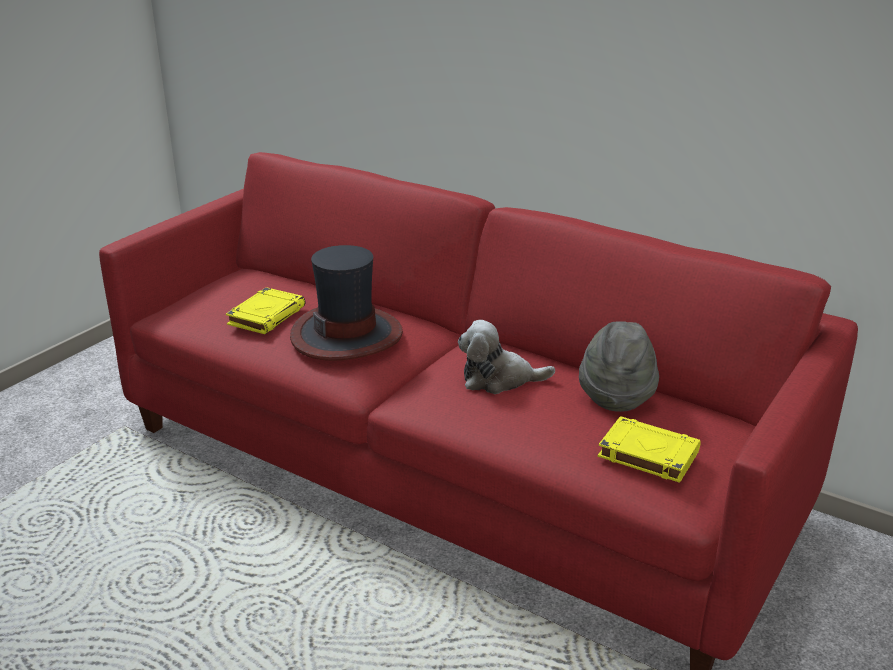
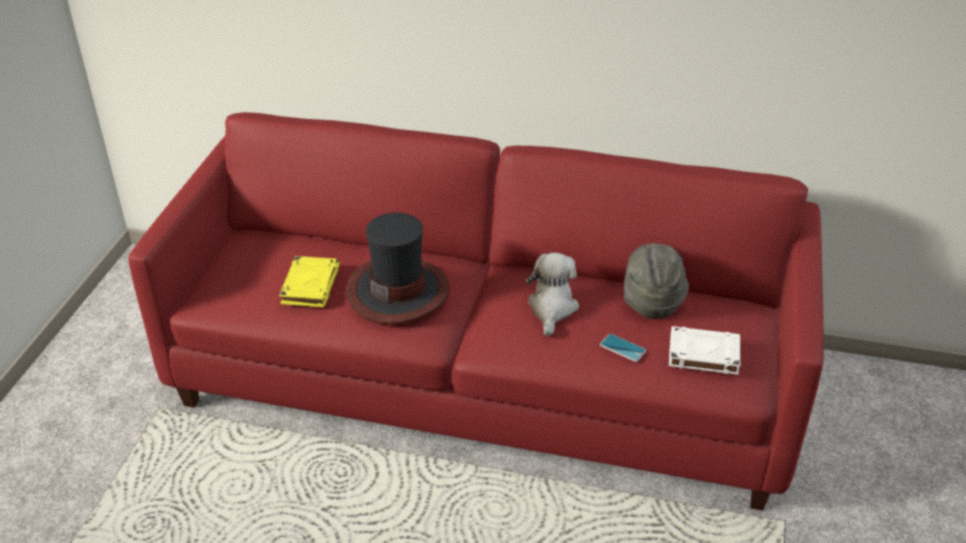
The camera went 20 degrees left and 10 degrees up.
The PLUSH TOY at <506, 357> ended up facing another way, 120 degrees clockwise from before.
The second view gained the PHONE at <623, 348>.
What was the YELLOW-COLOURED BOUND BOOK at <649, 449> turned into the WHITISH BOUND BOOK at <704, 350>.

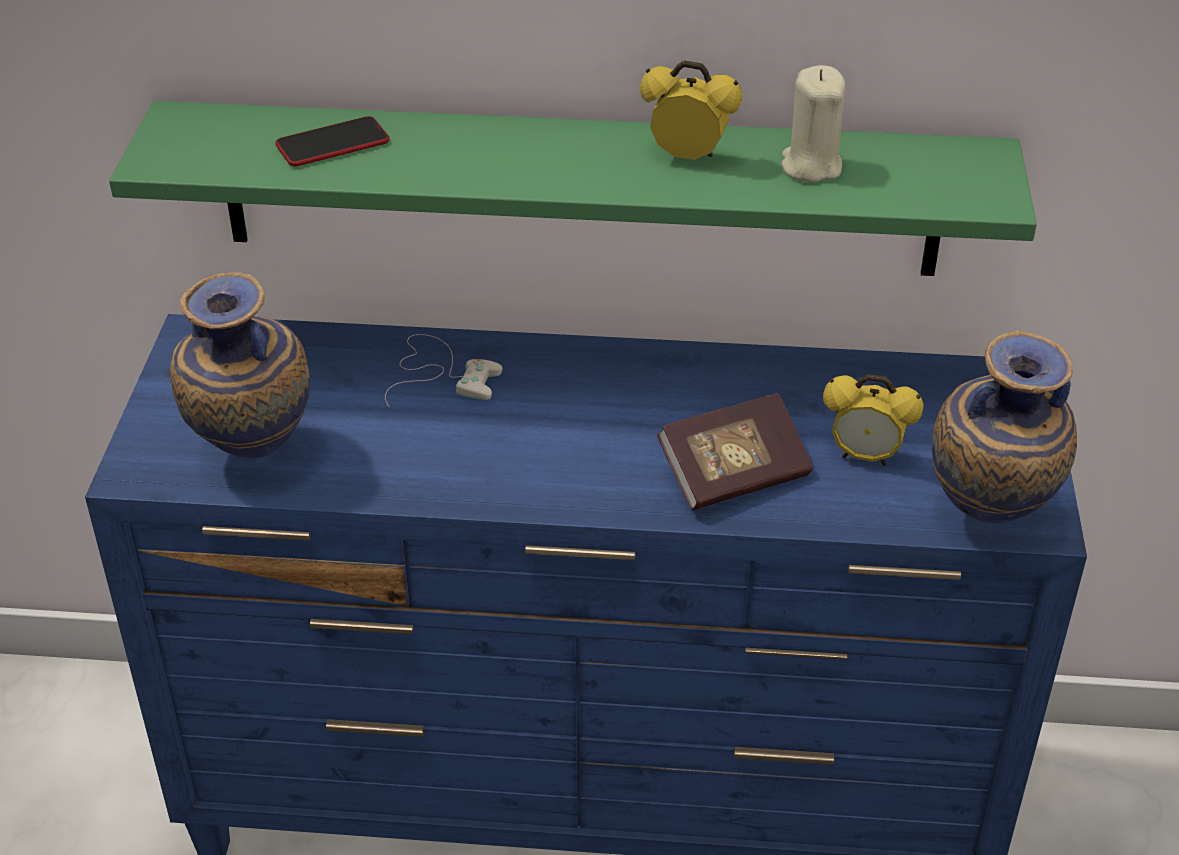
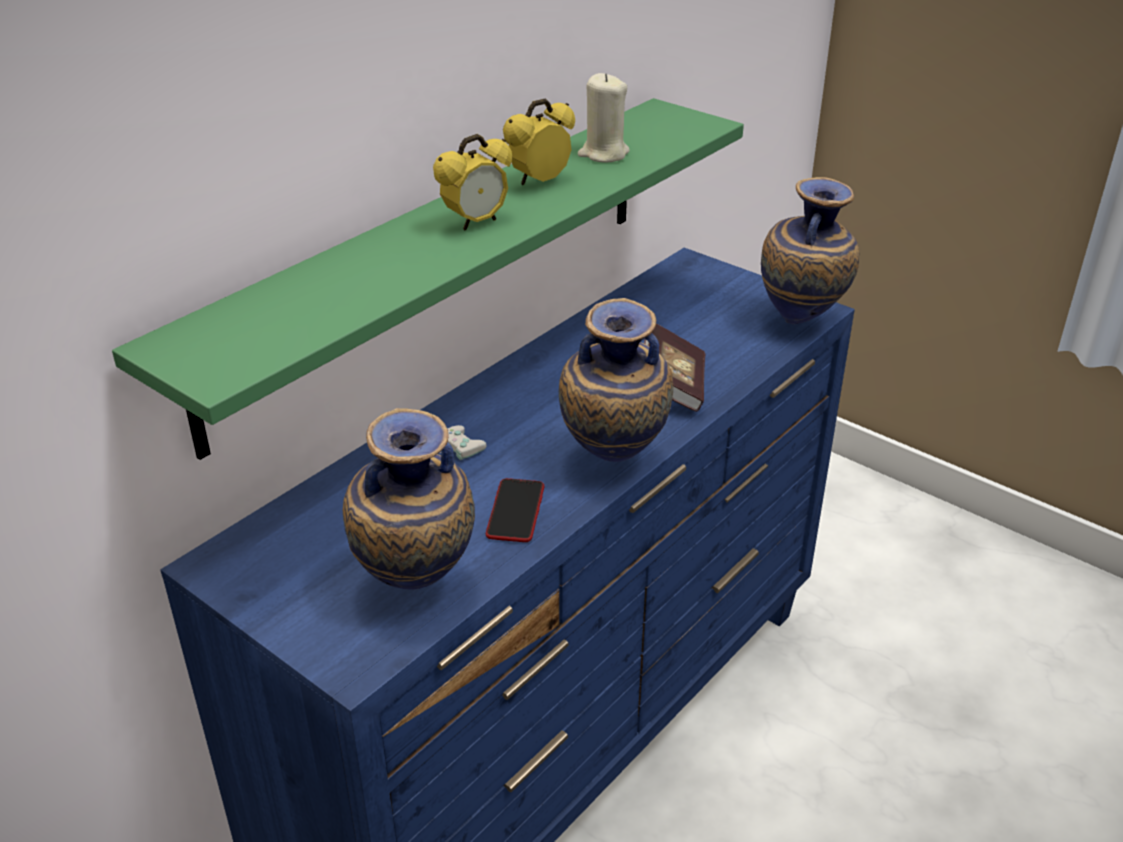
The camera went 55 degrees left and 5 degrees down.
The ALARM CLOCK ended up elsewhere, having gone from <873, 420> to <472, 182>.
The PHONE ended up elsewhere, having gone from <332, 141> to <515, 510>.
The second view gained the DECORATIVE VASE at <616, 380>.

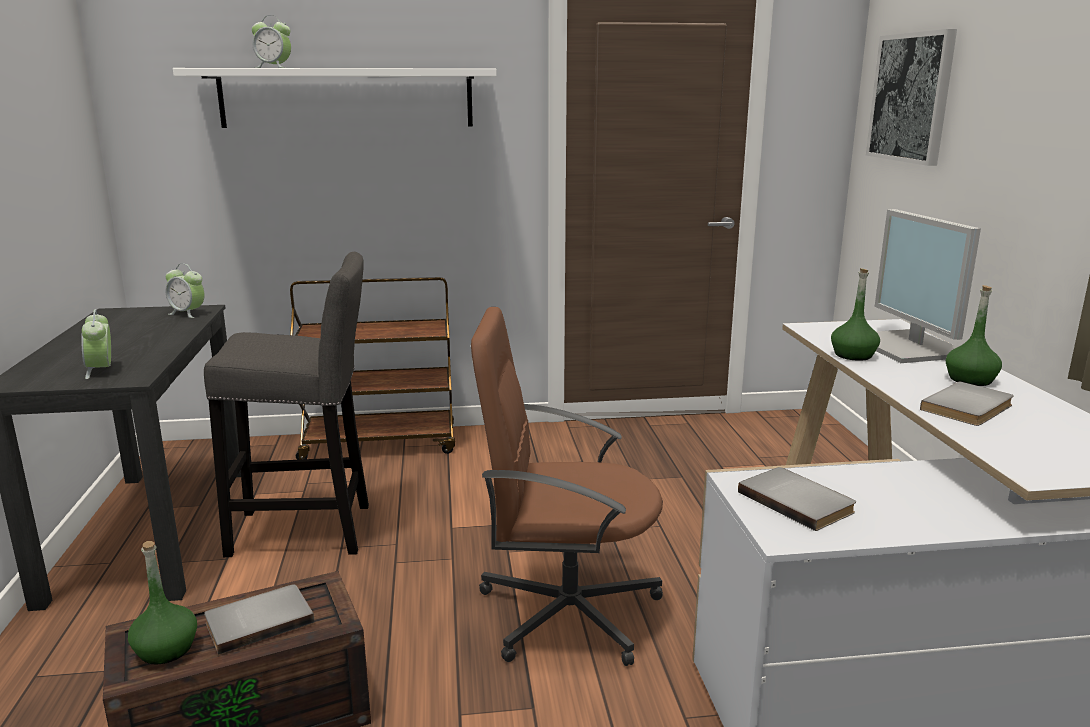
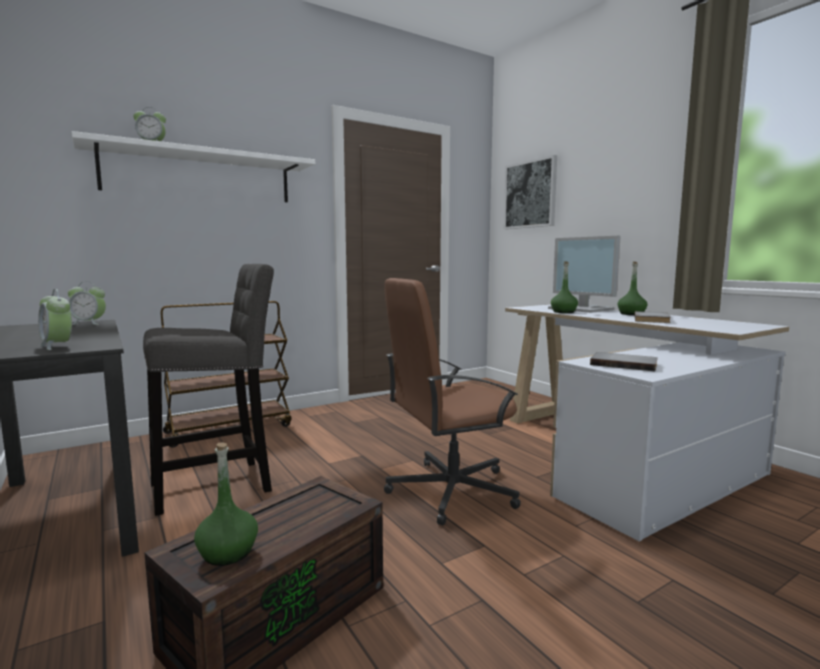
The camera went 25 degrees left and 10 degrees down.
The second view lost the GRAY BOUND BOOK at <259, 619>.

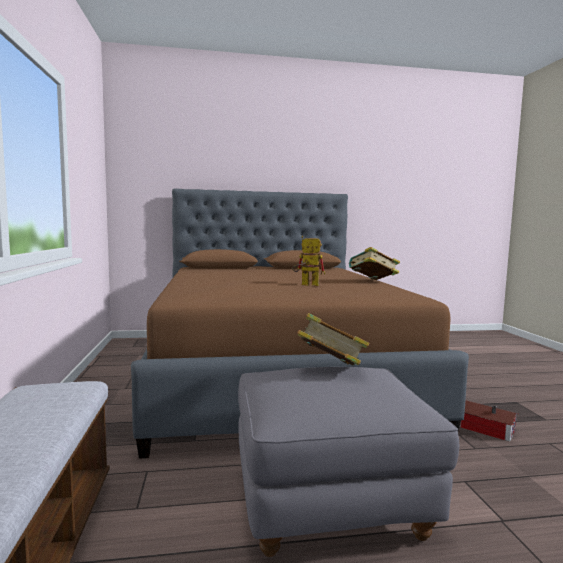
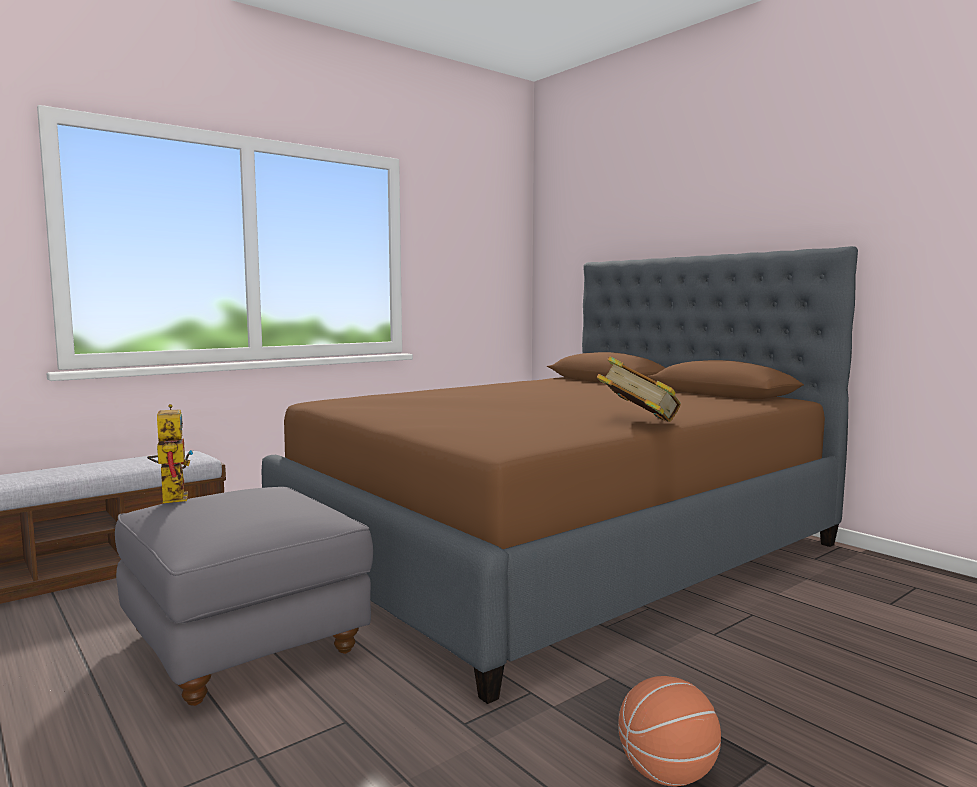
The camera went 60 degrees right and 0 degrees up.
The MODEL ROBOT ended up elsewhere, having gone from <308, 261> to <170, 453>.
The second view gained the BALL FOR BASKETBALL at <669, 731>.
The second view lost the BOUND BOOK at <333, 339>.
The second view lost the MODEL HOUSE at <489, 421>.

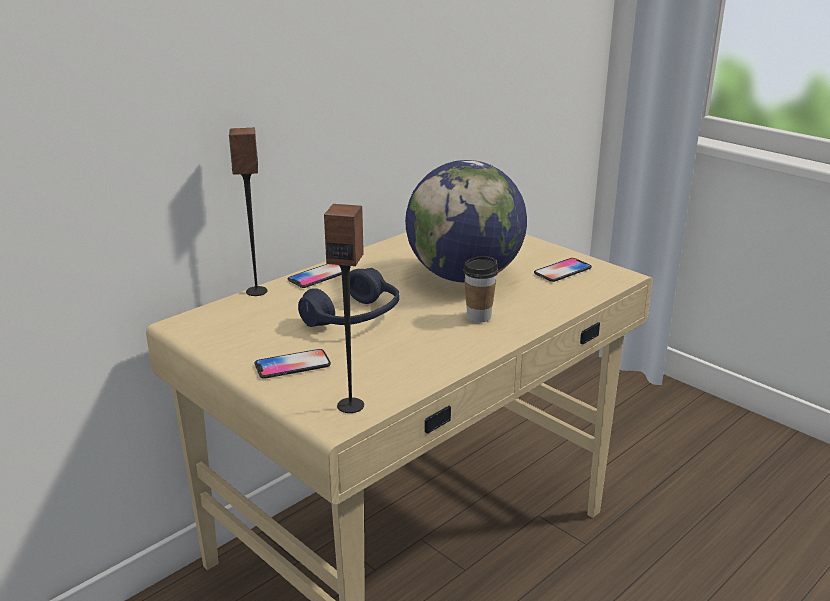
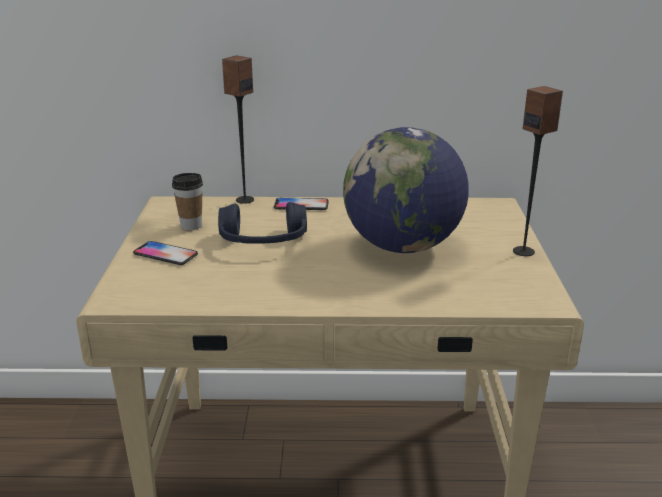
The camera went 45 degrees right and 0 degrees up.
The DRINKING CUP ended up elsewhere, having gone from <480, 289> to <187, 201>.
The SPEAKER ended up elsewhere, having gone from <344, 308> to <538, 171>.
The second view lost the PHONE at <563, 270>.

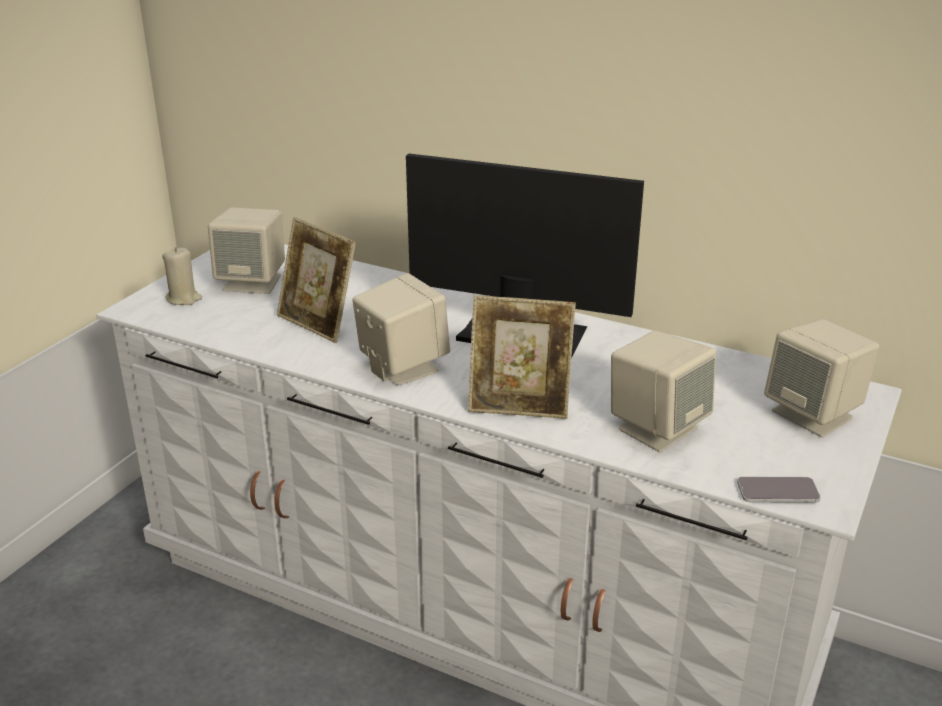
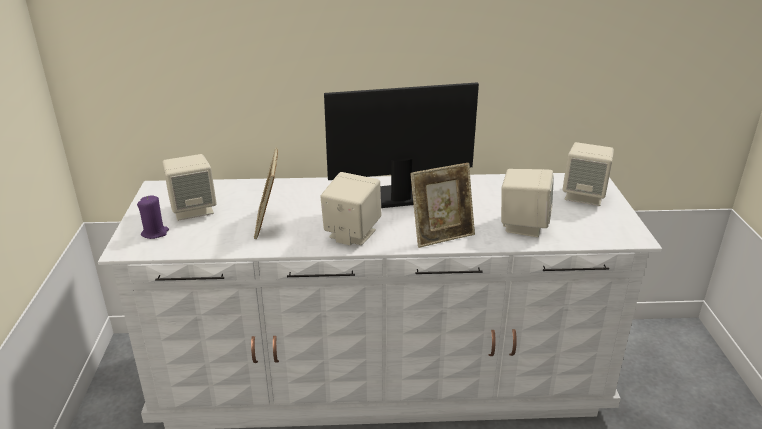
The camera went 30 degrees left and 0 degrees up.
What was the SAND-COLOURED WAX CANDLE at <182, 276> turned into the PURPLISH WAX CANDLE at <153, 217>.
The STANDING FRAME at <316, 280> ended up facing another way, 75 degrees clockwise from before.
The second view lost the PHONE at <778, 490>.

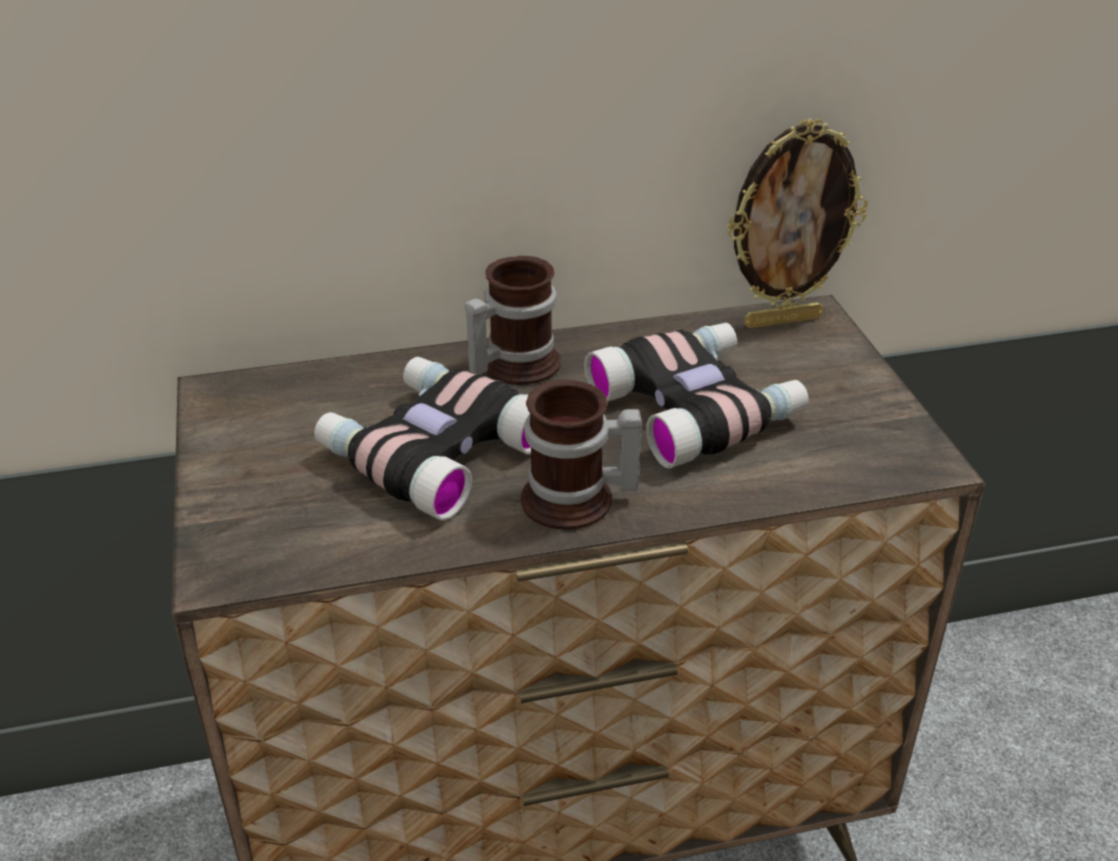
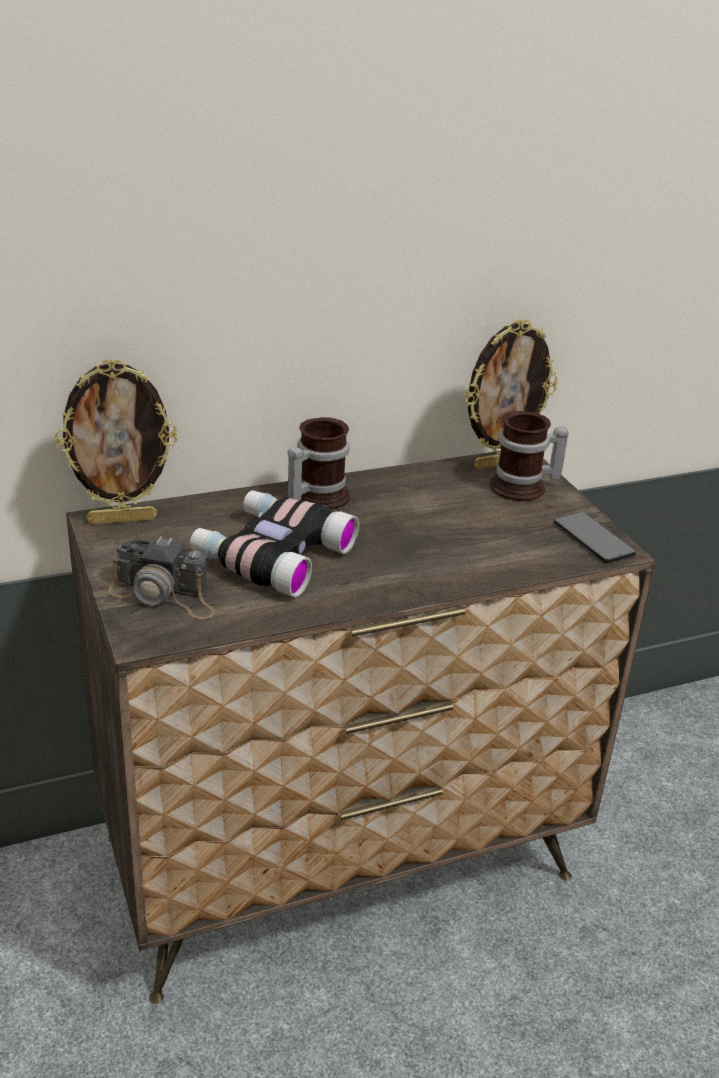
The camera went 10 degrees left and 5 degrees down.
The second view gained the STANDING FRAME at <116, 441>.
The second view gained the STILL CAMERA at <161, 577>.
The MUG ended up elsewhere, having gone from <581, 454> to <529, 456>.
The second view gained the PHONE at <595, 537>.
The second view lost the BINOCULARS at <696, 396>.

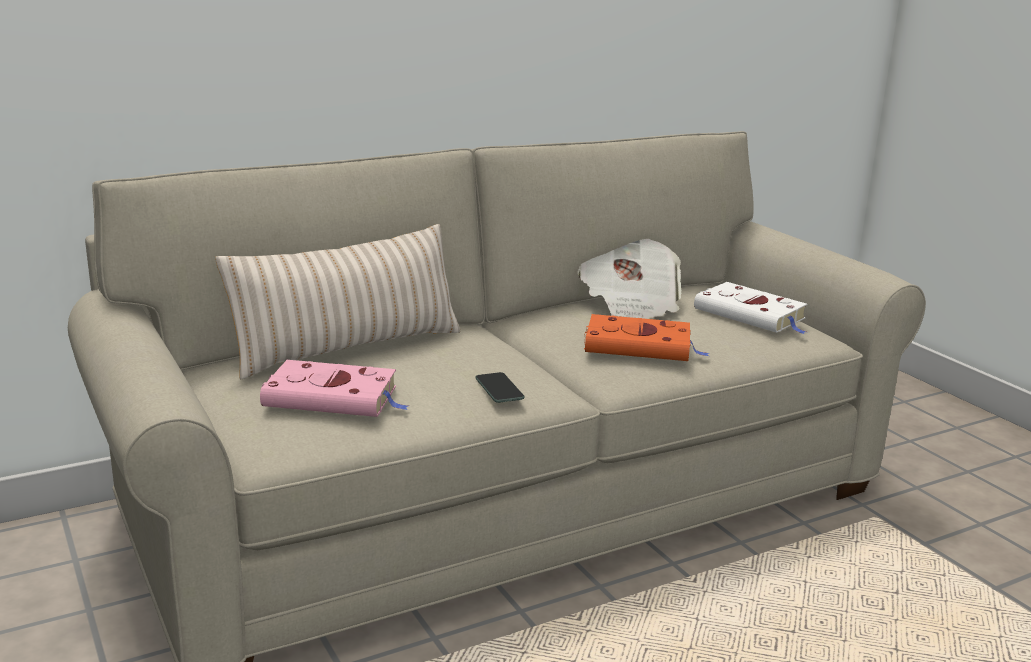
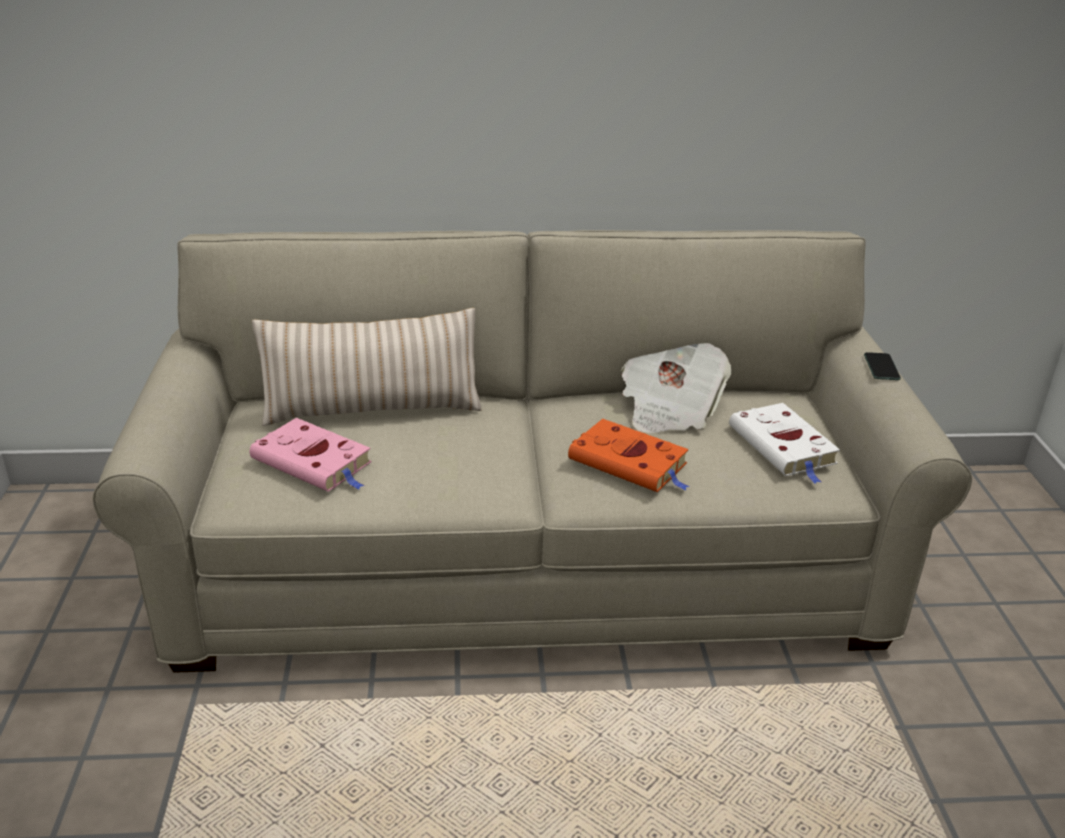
The camera went 25 degrees right and 10 degrees up.
The PHONE ended up elsewhere, having gone from <500, 387> to <882, 366>.

